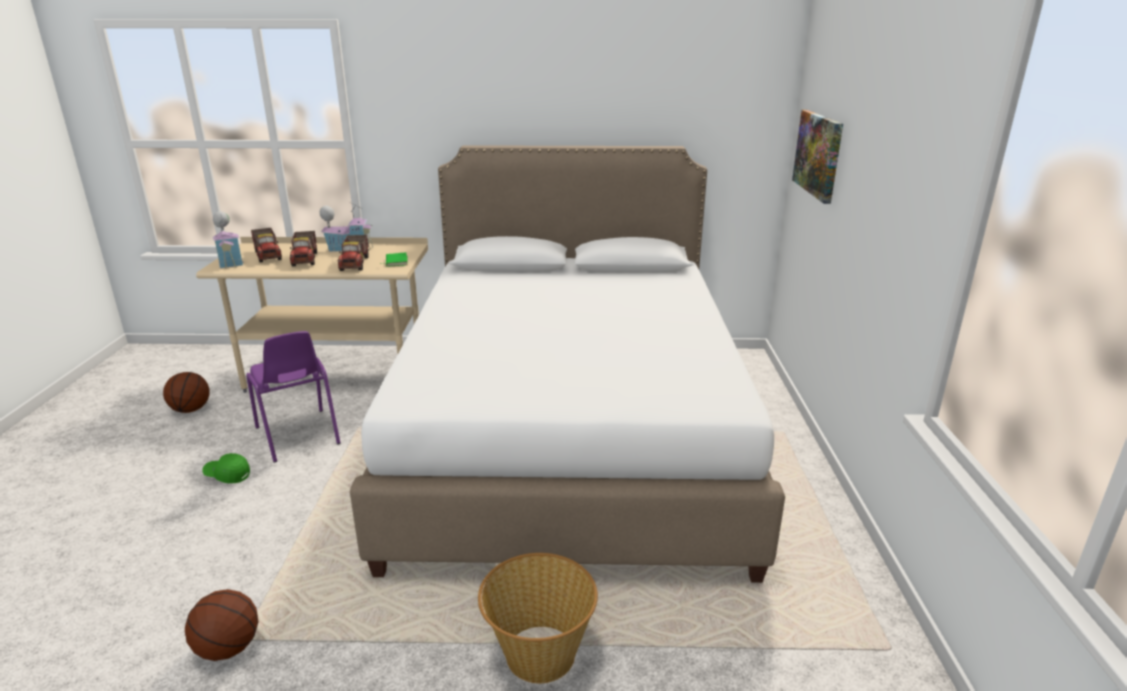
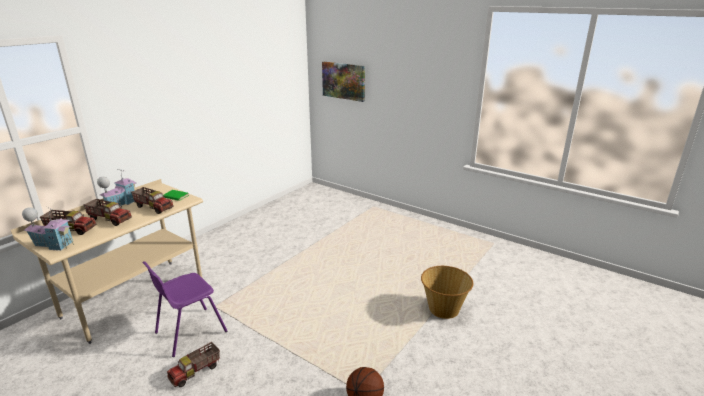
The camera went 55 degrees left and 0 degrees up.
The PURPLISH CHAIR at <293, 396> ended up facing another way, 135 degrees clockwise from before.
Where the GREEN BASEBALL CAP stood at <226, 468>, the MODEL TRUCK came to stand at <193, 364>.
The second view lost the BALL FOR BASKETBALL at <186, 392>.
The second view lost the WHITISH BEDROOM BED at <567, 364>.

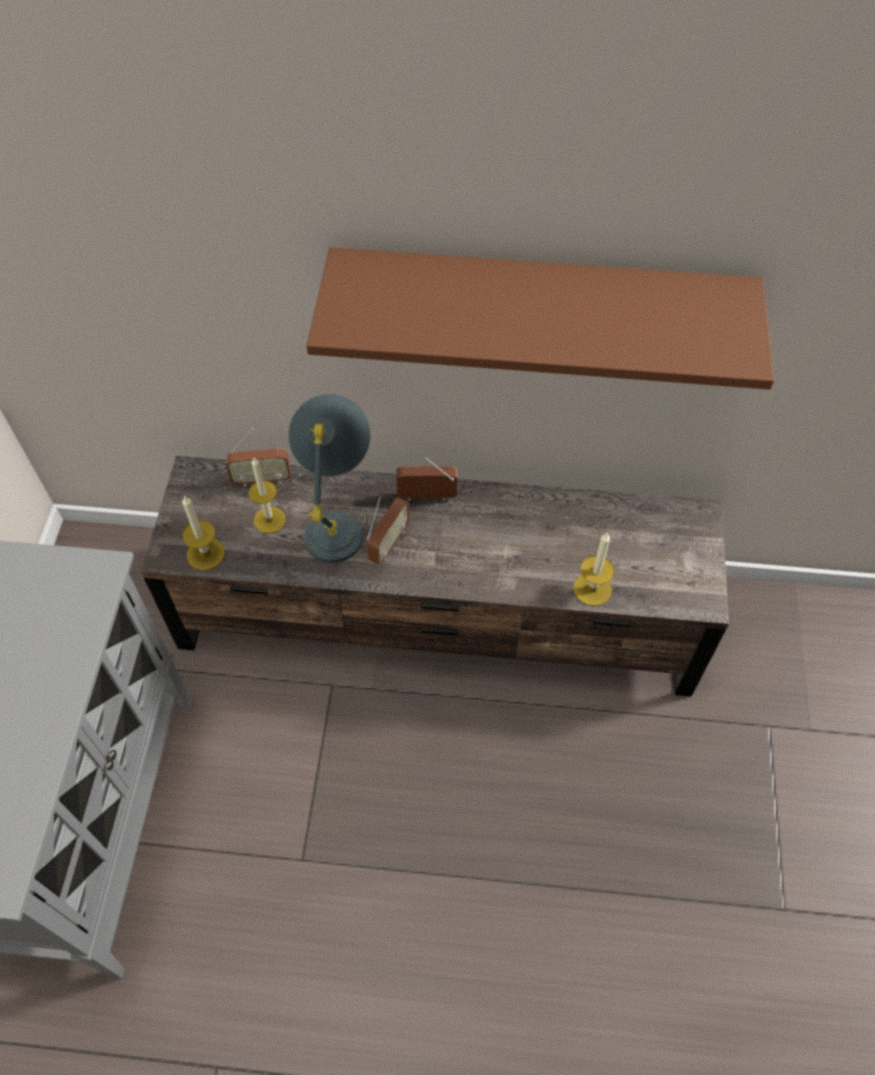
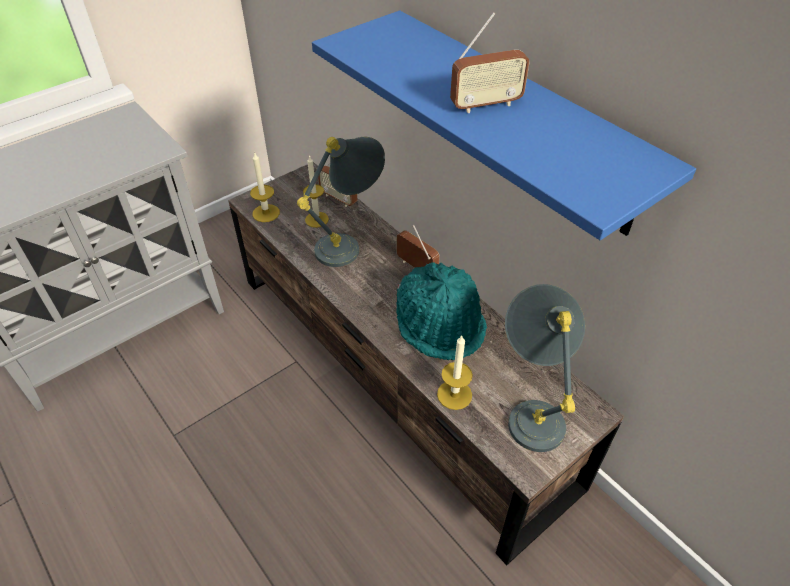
The camera went 45 degrees right and 10 degrees down.
What was the BROWN-COLOURED BRACKET SHELF at <540, 318> turned into the BLUE BRACKET SHELF at <504, 125>.
The second view gained the BLUE-GREEN HAT at <441, 311>.
The RADIO SET ended up elsewhere, having gone from <387, 531> to <490, 62>.
The second view gained the GRAY LAMP FOR A TABLE at <545, 368>.

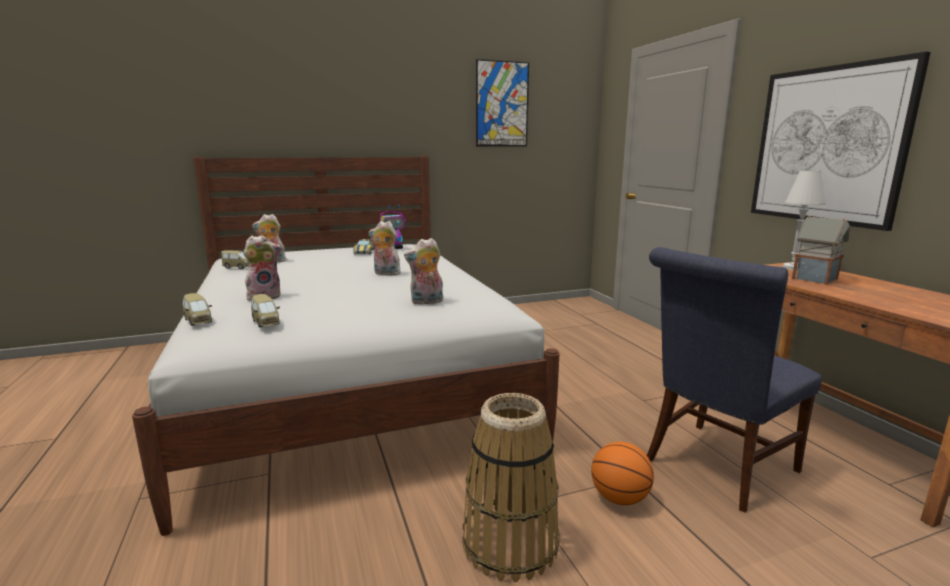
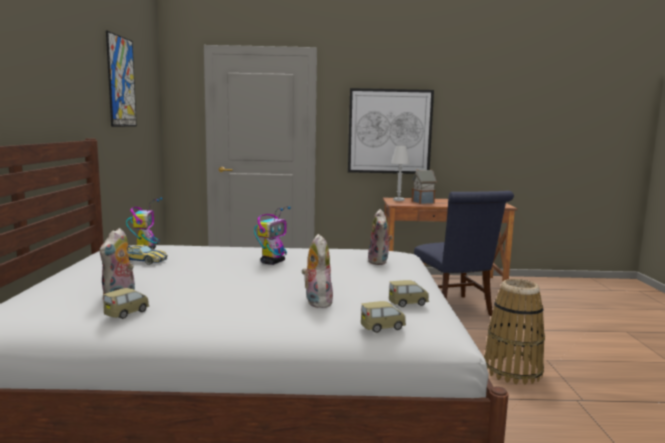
The camera went 70 degrees left and 5 degrees down.
Where the PLUSH TOY stood at <385, 248>, the MODEL ROBOT came to stand at <272, 235>.
The second view lost the BALL FOR BASKETBALL at <622, 473>.

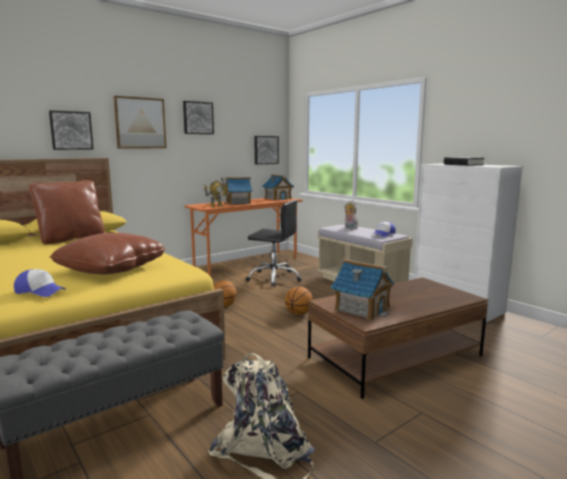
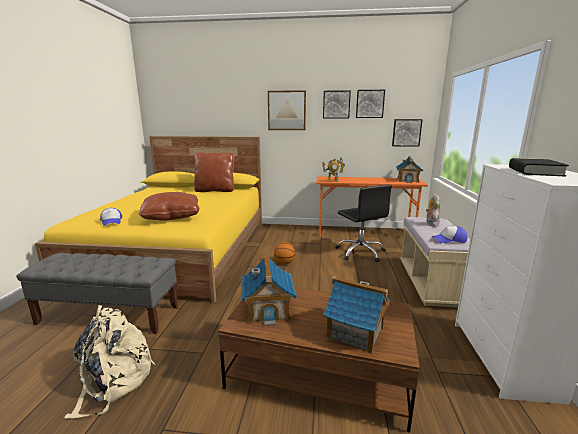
The camera went 45 degrees right and 5 degrees up.
The MODEL HOUSE ended up elsewhere, having gone from <238, 191> to <356, 315>.
The WALL ART ended up elsewhere, having gone from <71, 130> to <370, 104>.
The second view lost the BALL FOR BASKETBALL at <299, 301>.

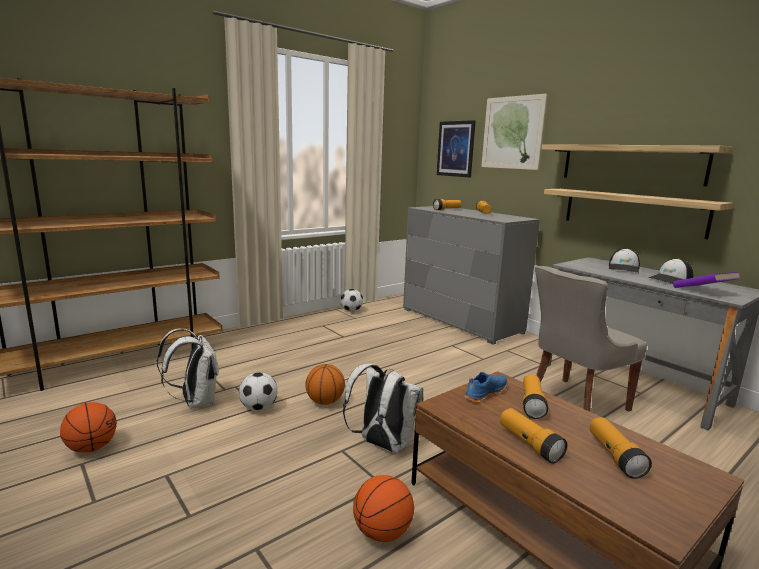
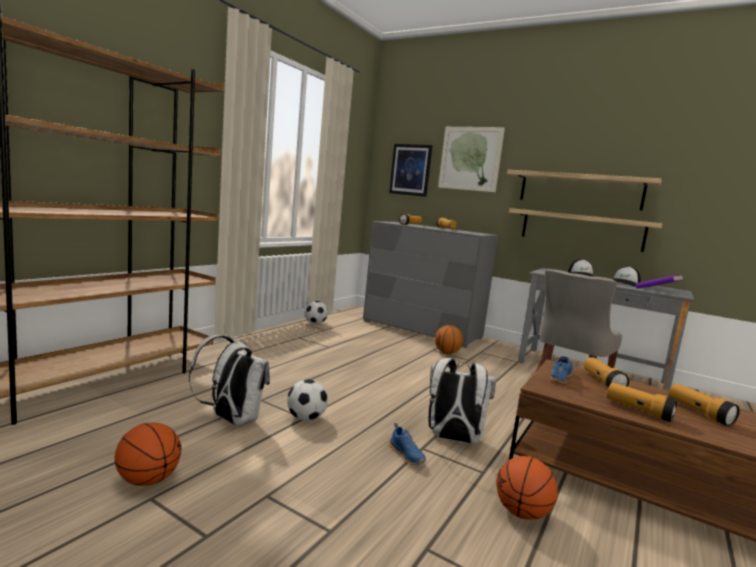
The camera went 20 degrees left and 5 degrees down.
The second view gained the BLUE ITEM OF FOOTWEAR at <407, 444>.
The BALL FOR BASKETBALL ended up elsewhere, having gone from <325, 384> to <449, 339>.

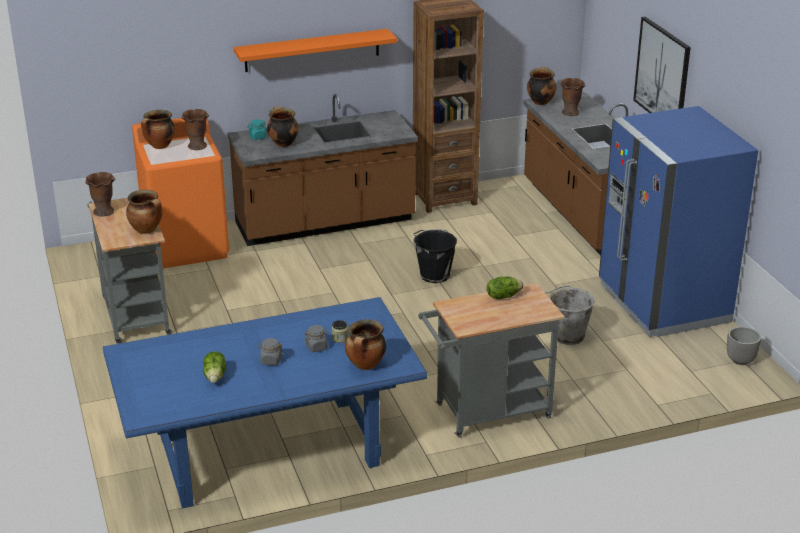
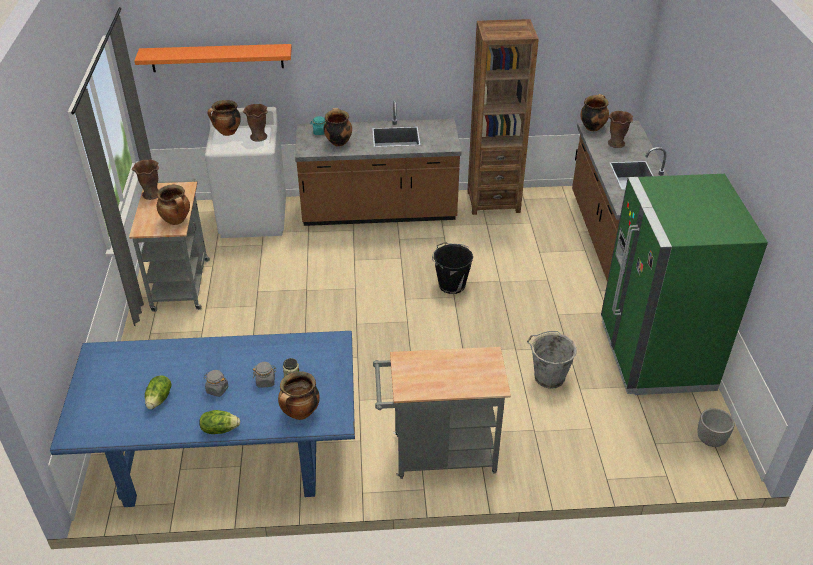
The camera went 15 degrees right and 10 degrees up.
The ORANGEY BRACKET SHELF ended up elsewhere, having gone from <315, 50> to <213, 58>.
The LETTUCE ended up elsewhere, having gone from <505, 288> to <219, 422>.
What was the ORANGEY WASHING MACHINE at <180, 193> turned into the WHITISH WASHING MACHINE at <245, 172>.
What was the BLUE KITCHEN FRIDGE at <678, 221> turned into the GREEN KITCHEN FRIDGE at <684, 284>.
The second view lost the WALL ART at <662, 65>.

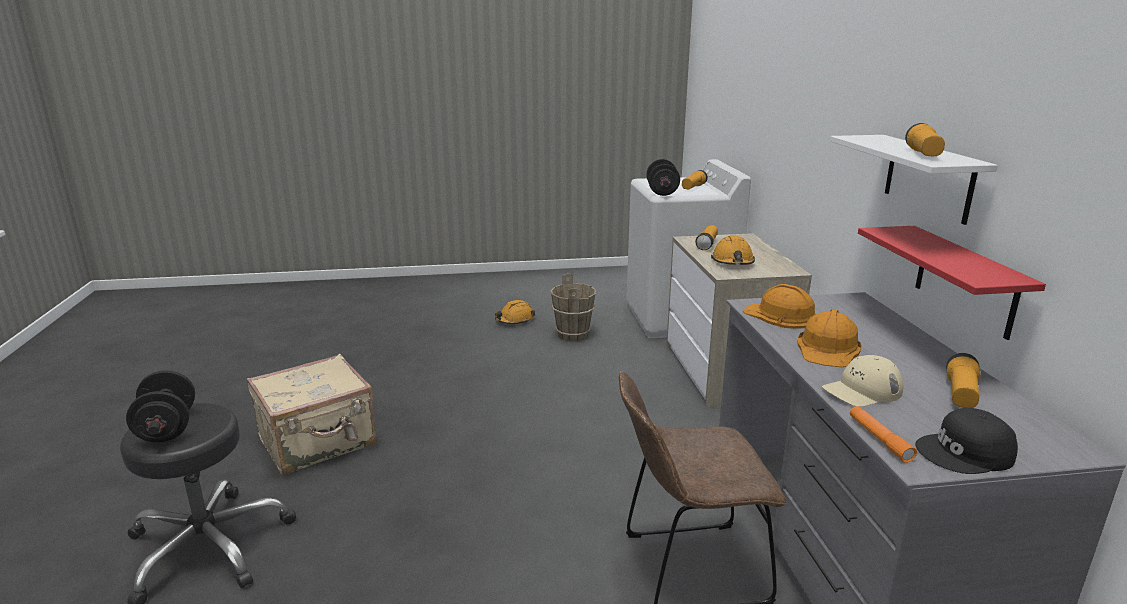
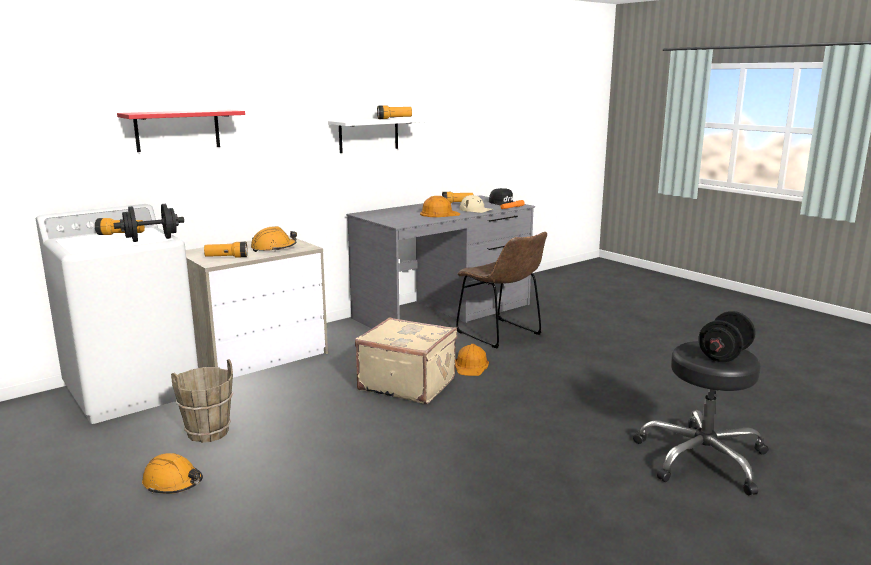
The camera went 120 degrees left and 5 degrees down.
The RED-COLOURED BRACKET SHELF ended up elsewhere, having gone from <952, 283> to <181, 131>.
The SAND-COLOURED PIECE OF LUGGAGE ended up elsewhere, having gone from <312, 414> to <406, 360>.
The ORANGEY SAFETY HELMET ended up elsewhere, having gone from <779, 306> to <472, 360>.

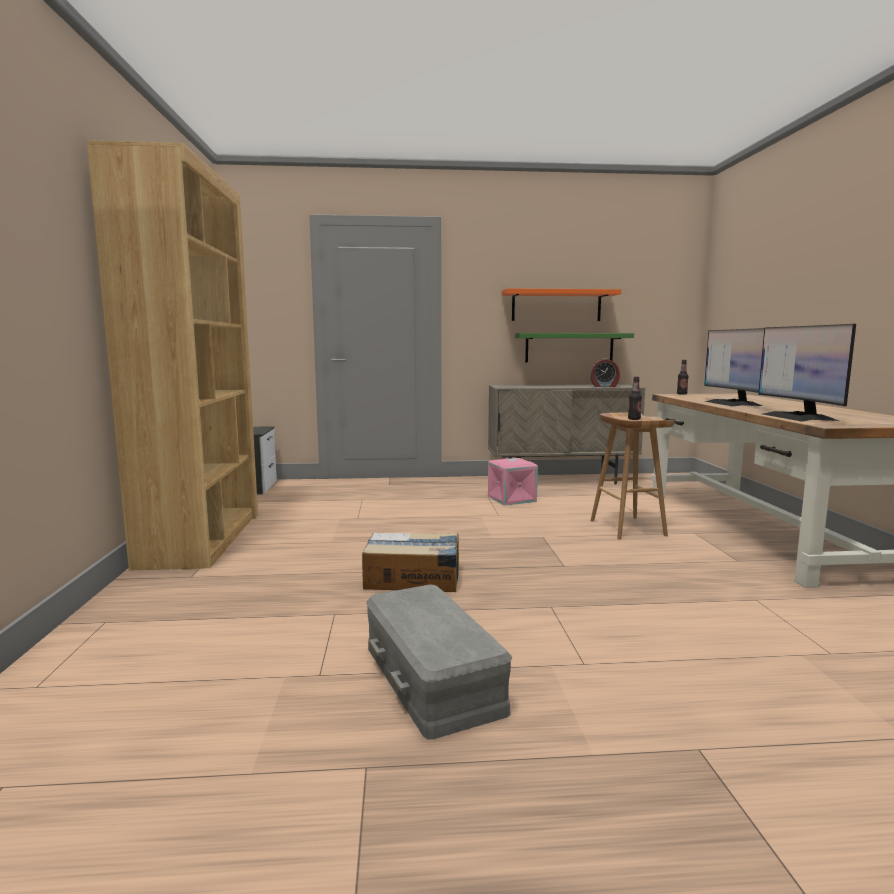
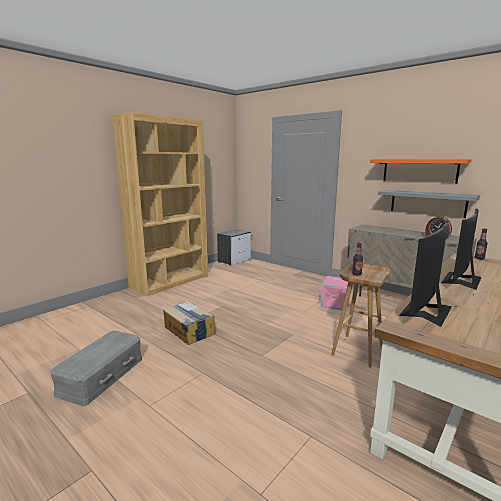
The camera went 45 degrees right and 5 degrees up.
What was the GREEN BRACKET SHELF at <574, 348> turned into the GRAY BRACKET SHELF at <429, 204>.

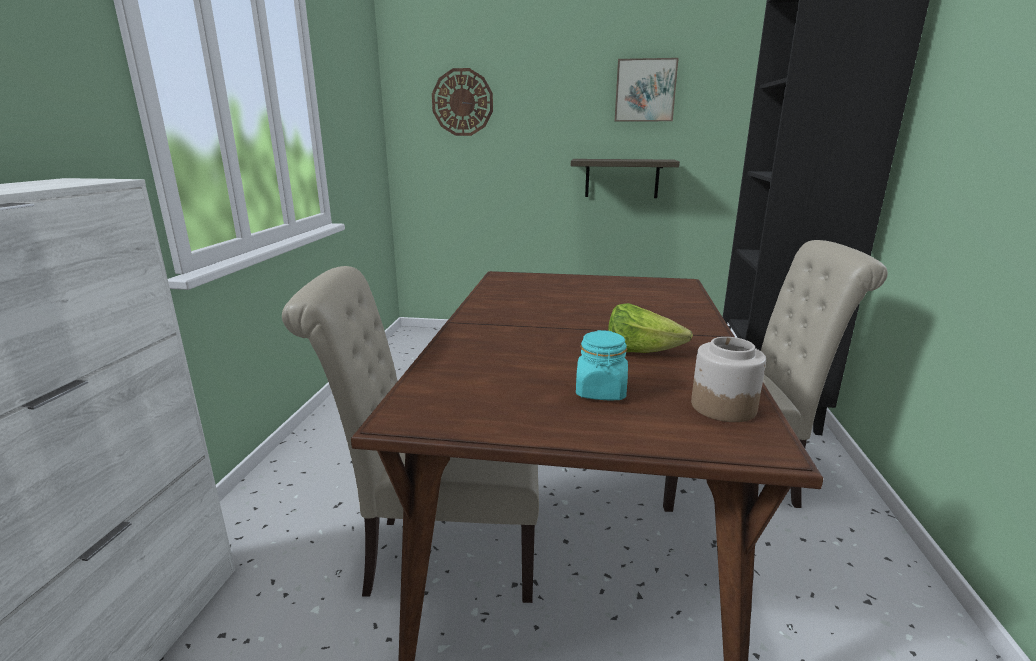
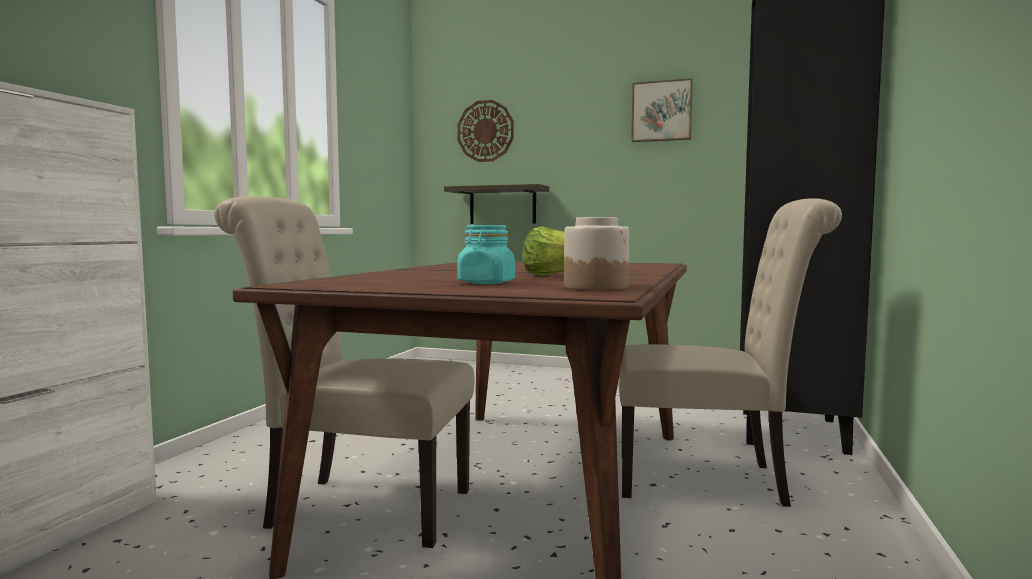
The camera went 10 degrees right and 15 degrees down.
The BRACKET SHELF ended up elsewhere, having gone from <625, 178> to <496, 204>.

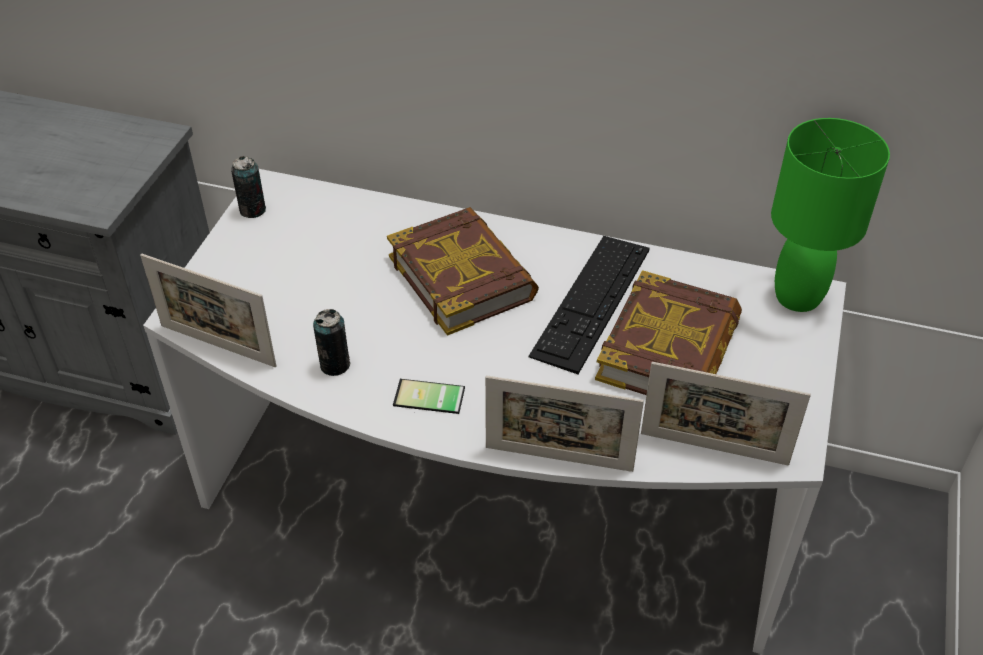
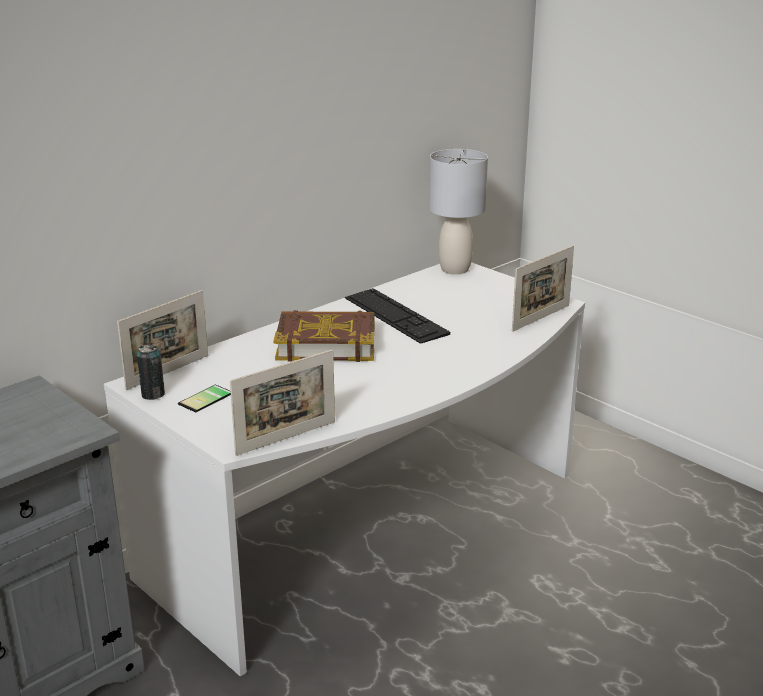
The camera went 60 degrees left and 20 degrees down.
The STANDING FRAME ended up elsewhere, having gone from <564, 423> to <162, 340>.
The PHONE ended up elsewhere, having gone from <429, 396> to <204, 399>.
What was the GREEN LAMP FOR A TABLE at <830, 215> turned into the GRAY LAMP FOR A TABLE at <458, 211>.
The second view lost the SEALED CAN at <331, 342>.
The second view lost the BOUND BOOK at <668, 332>.

